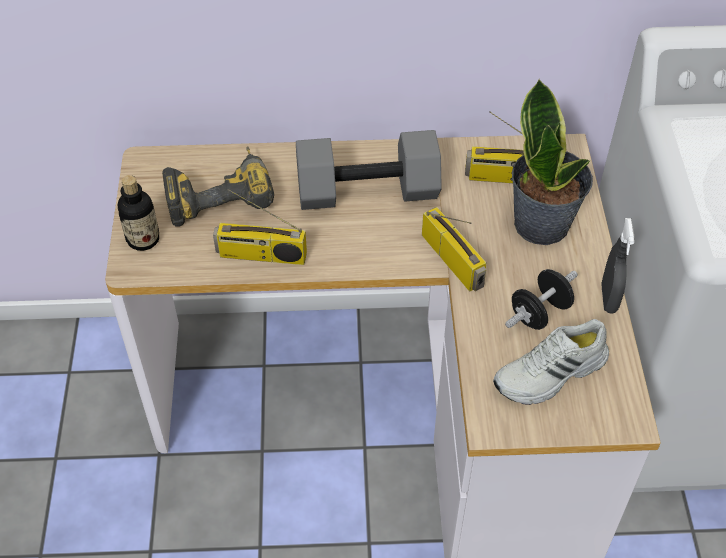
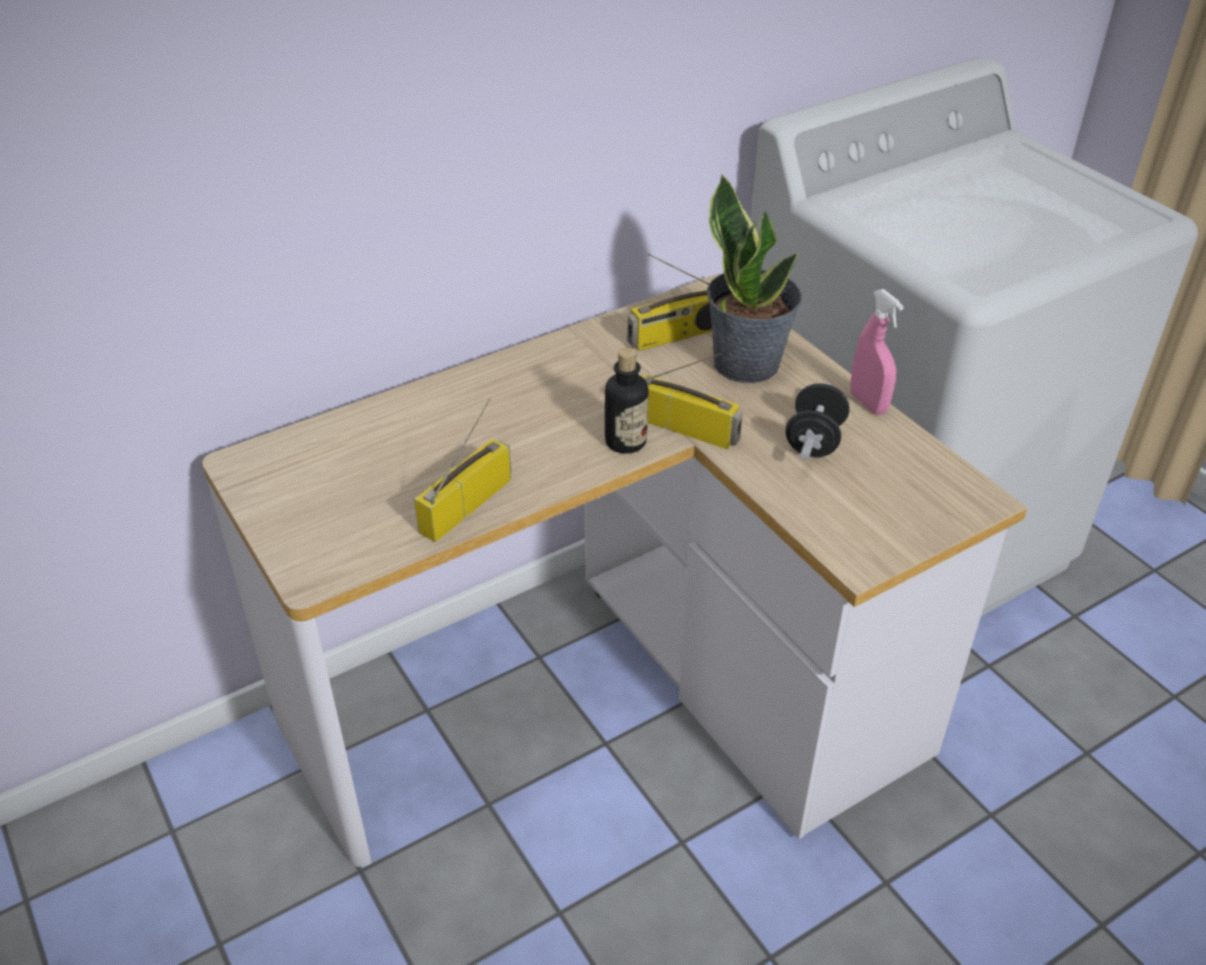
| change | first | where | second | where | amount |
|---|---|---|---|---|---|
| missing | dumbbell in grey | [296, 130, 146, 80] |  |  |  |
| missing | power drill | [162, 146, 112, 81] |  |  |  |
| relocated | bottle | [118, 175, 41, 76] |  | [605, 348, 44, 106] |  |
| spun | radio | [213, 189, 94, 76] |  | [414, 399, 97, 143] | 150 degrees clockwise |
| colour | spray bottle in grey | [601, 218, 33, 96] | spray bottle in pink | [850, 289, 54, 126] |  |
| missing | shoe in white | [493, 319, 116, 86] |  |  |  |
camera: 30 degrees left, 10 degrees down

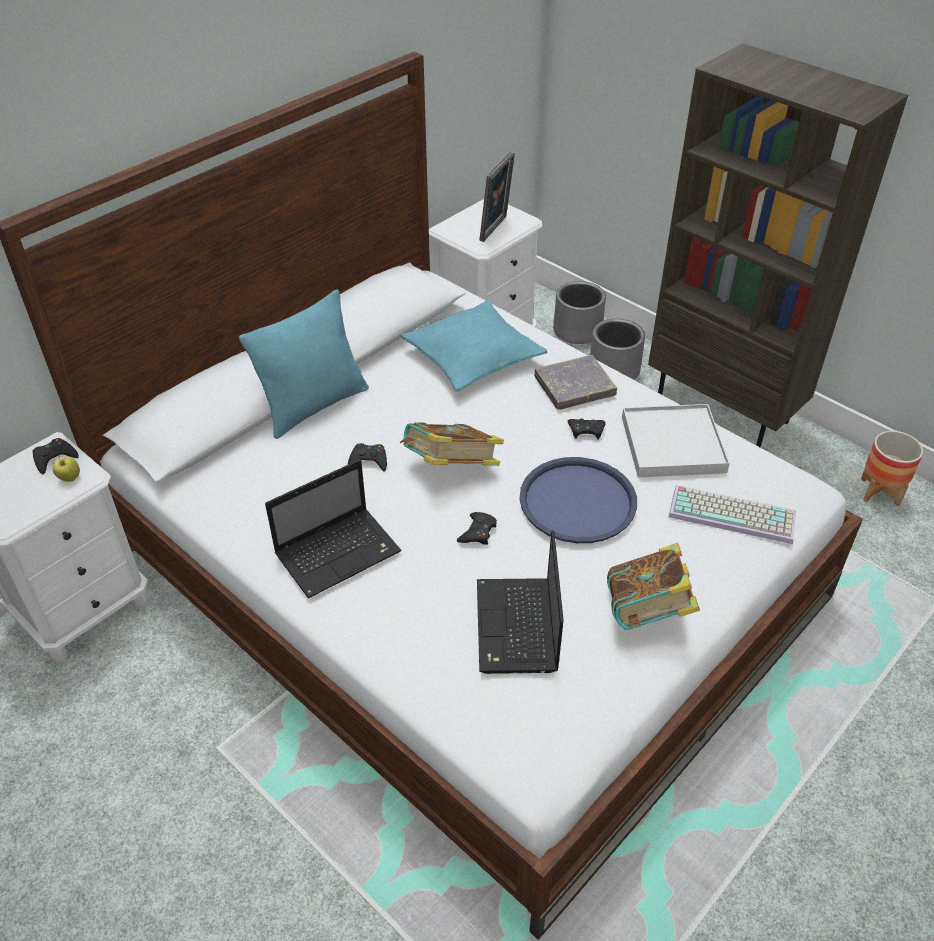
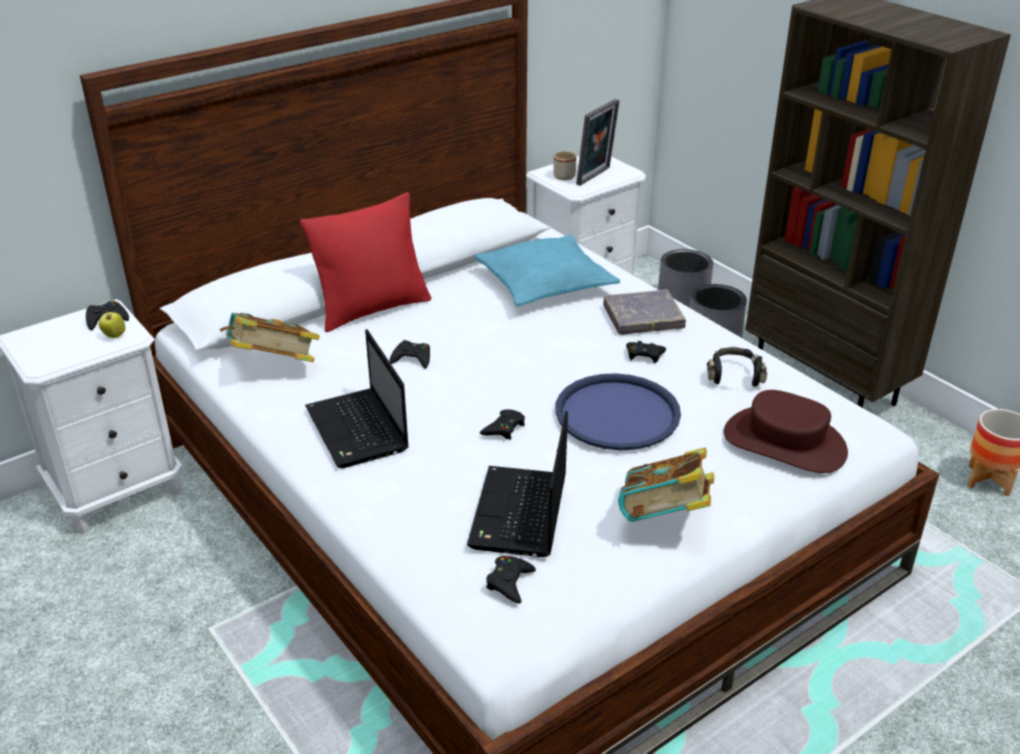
| change | first | where | second | where | amount |
|---|---|---|---|---|---|
| colour | pillow in turquoise | [239, 290, 130, 149] | pillow in red | [300, 192, 131, 140] |  |
| exchanged | tray in white | [622, 404, 108, 73] | headphones in black | [707, 347, 60, 40] |  |
| relocated | book | [400, 422, 104, 44] |  | [220, 313, 100, 49] |  |
| spun | laptop | [265, 460, 137, 138] |  | [305, 329, 104, 139] | 90 degrees clockwise |
| exchanged | keyboard | [669, 485, 127, 59] | hat in brown | [724, 390, 124, 83] |  |
| appeared |  |  | mug in beige | [553, 151, 23, 29] |  |
| appeared |  |  | game controller in black | [486, 556, 50, 48] |  |
camera: 10 degrees right, 10 degrees down

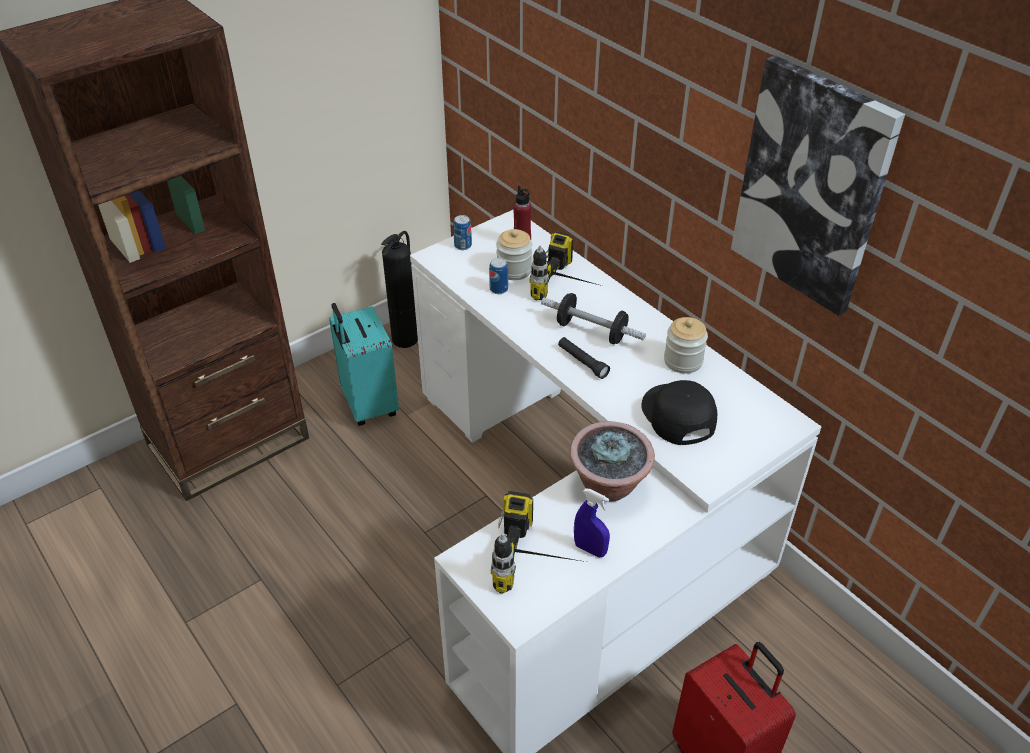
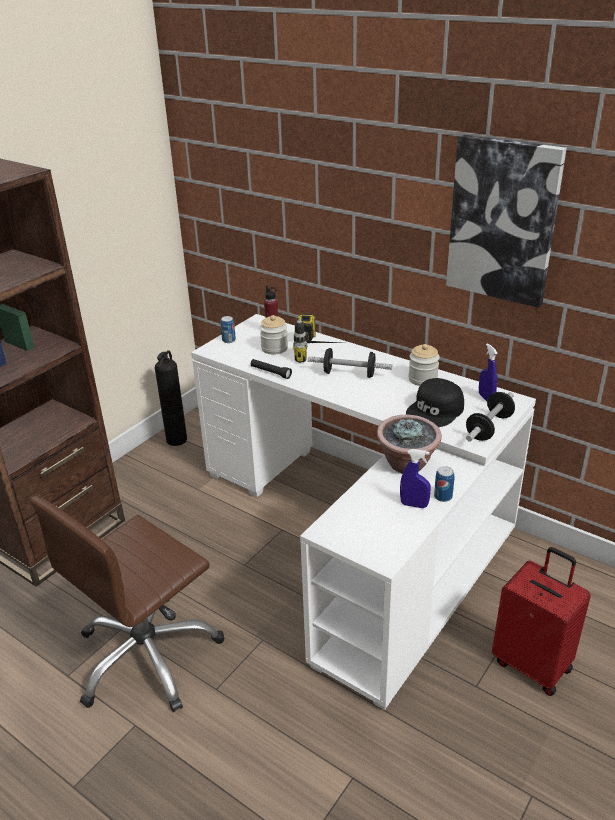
| change | first | where | second | where | amount |
|---|---|---|---|---|---|
| relocated | can | [489, 258, 19, 36] |  | [434, 466, 20, 36] |  |
| missing | suitcase in turquoise | [329, 303, 70, 123] |  |  |  |
| relocated | flashlight in black | [558, 337, 52, 42] |  | [251, 359, 41, 20] |  |
| spun | cap in black | [641, 380, 76, 65] |  | [406, 378, 58, 49] | 105 degrees counterclockwise |
| missing | power drill | [491, 491, 95, 103] |  |  |  |
| appeared |  |  | spray bottle in blue | [479, 343, 19, 58] |  |
| appeared |  |  | dumbbell | [466, 392, 49, 50] |  |
| appeared |  |  | office chair in brown | [30, 496, 194, 216] |  |
camera: 15 degrees left, 10 degrees down

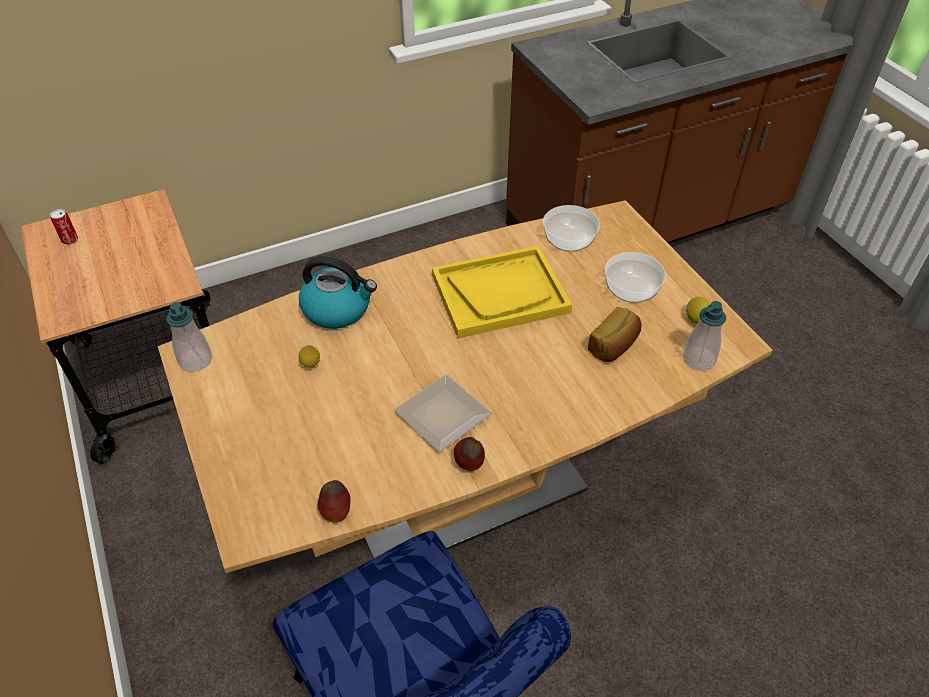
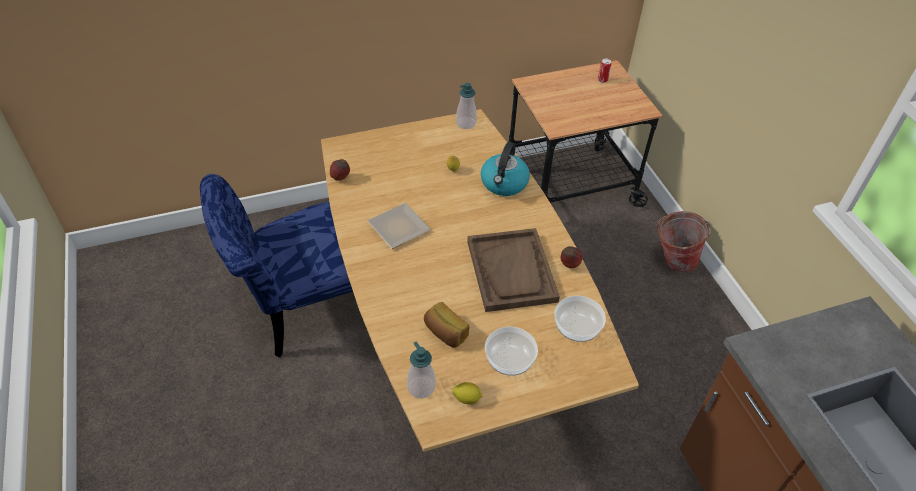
| change | first | where | second | where | amount |
|---|---|---|---|---|---|
| colour | tray in yellow | [432, 246, 140, 92] | tray in brown | [467, 228, 93, 84] |  |
| relocated | apple | [454, 437, 31, 34] |  | [560, 246, 23, 22] |  |
| appeared |  |  | bucket | [657, 211, 54, 62] |  |
camera: 95 degrees right, 0 degrees up

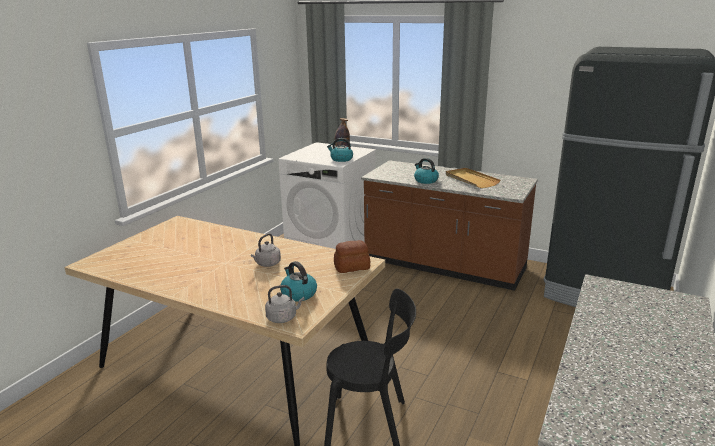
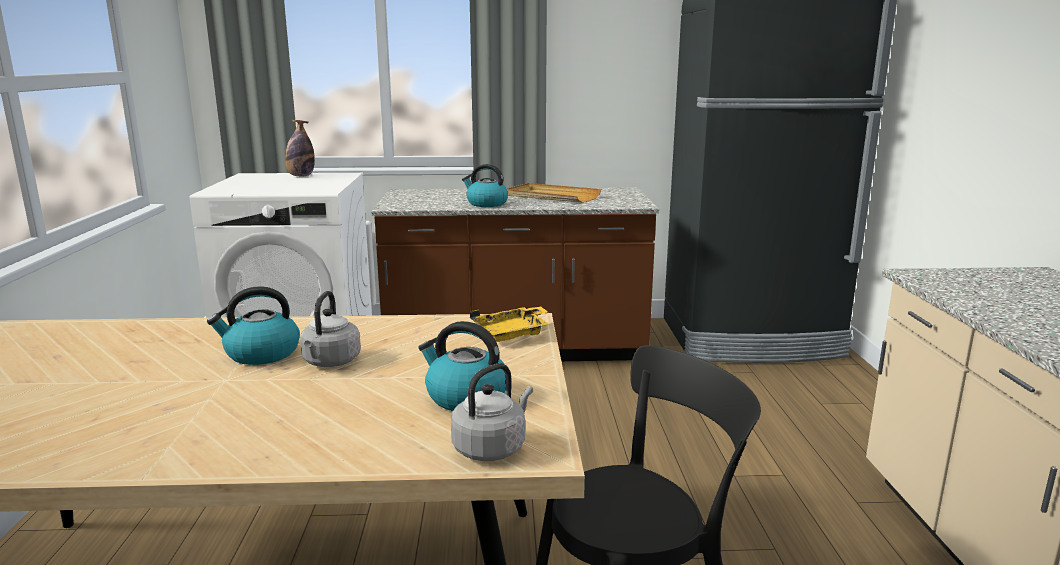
| change | first | where | second | where | amount |
|---|---|---|---|---|---|
| relocated | kettle | [327, 138, 26, 24] |  | [207, 286, 93, 79] |  |
| exchanged | bread | [334, 240, 36, 33] | tray in yellow | [470, 306, 79, 36] |  |
camera: 30 degrees left, 5 degrees down

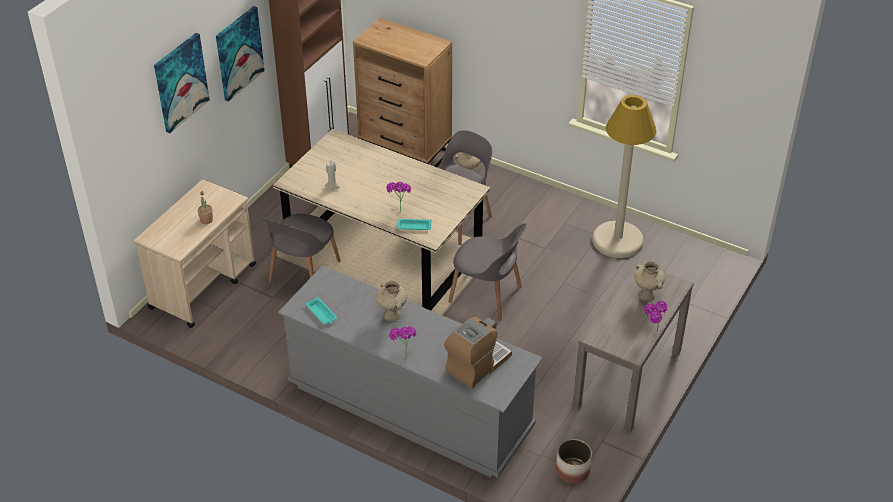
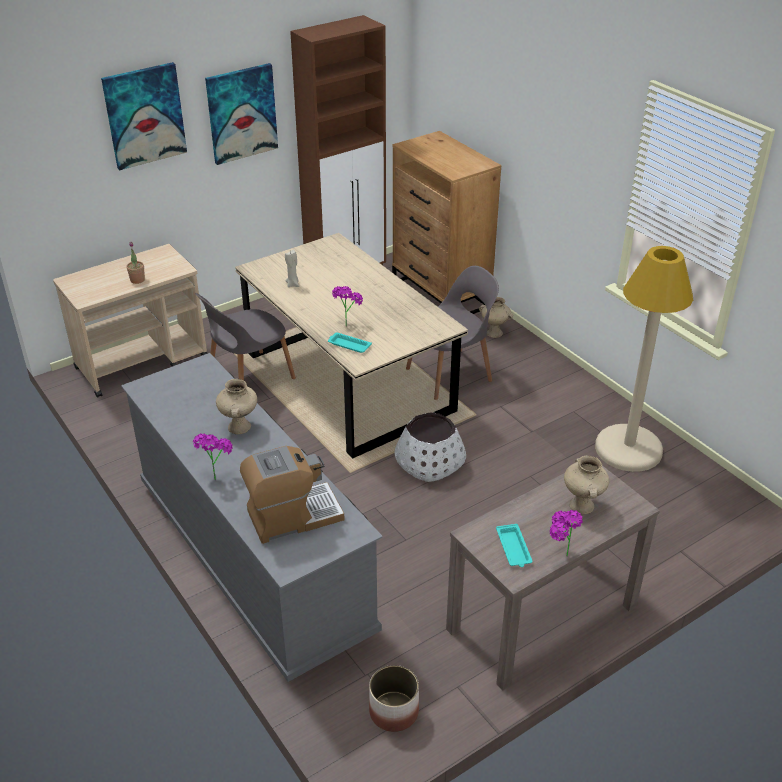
| change | first | where | second | where | amount |
|---|---|---|---|---|---|
| exchanged | chair in grey | [448, 223, 79, 98] | planter in white | [394, 412, 72, 70] |  |
| relocated | tray in turquoise | [306, 297, 31, 27] |  | [496, 524, 36, 43] |  |
camera: 25 degrees right, 5 degrees down

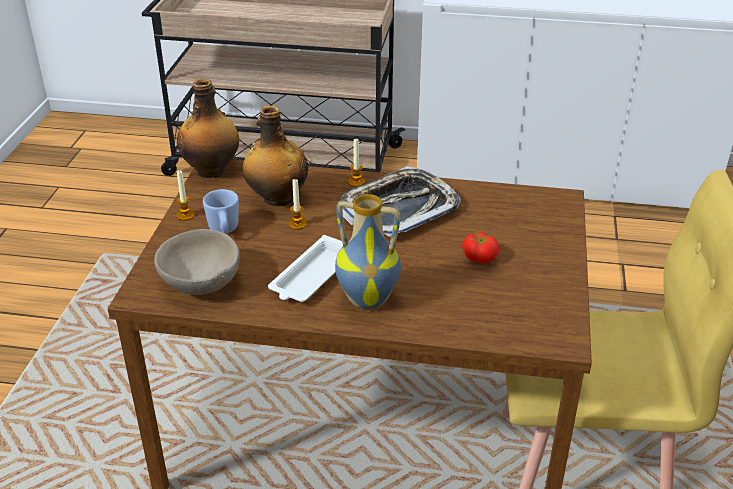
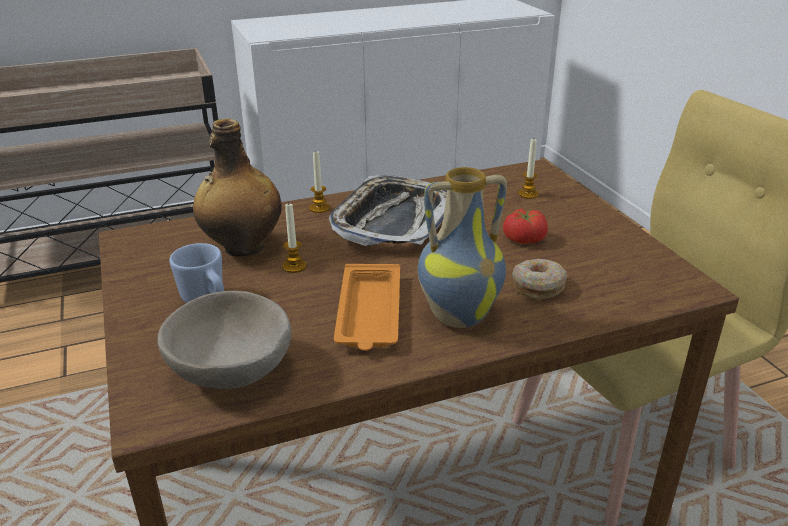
| change | first | where | second | where | amount |
|---|---|---|---|---|---|
| missing | bottle | [177, 79, 63, 99] |  |  |  |
| relocated | candle | [176, 170, 19, 51] |  | [518, 139, 21, 60] |  |
| colour | tray in white | [268, 235, 75, 67] | tray in orange | [334, 264, 66, 87] |  |
| appeared |  |  | donut | [512, 259, 55, 41] |  |
camera: 30 degrees left, 5 degrees down

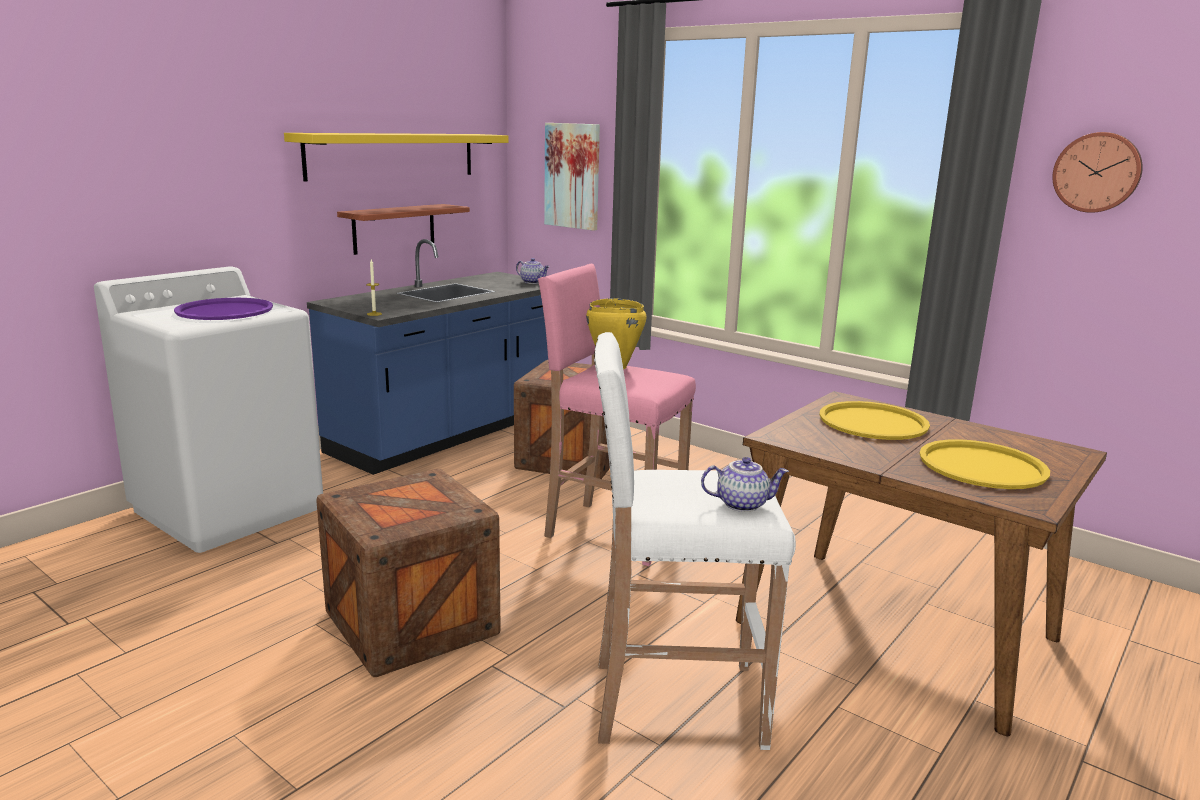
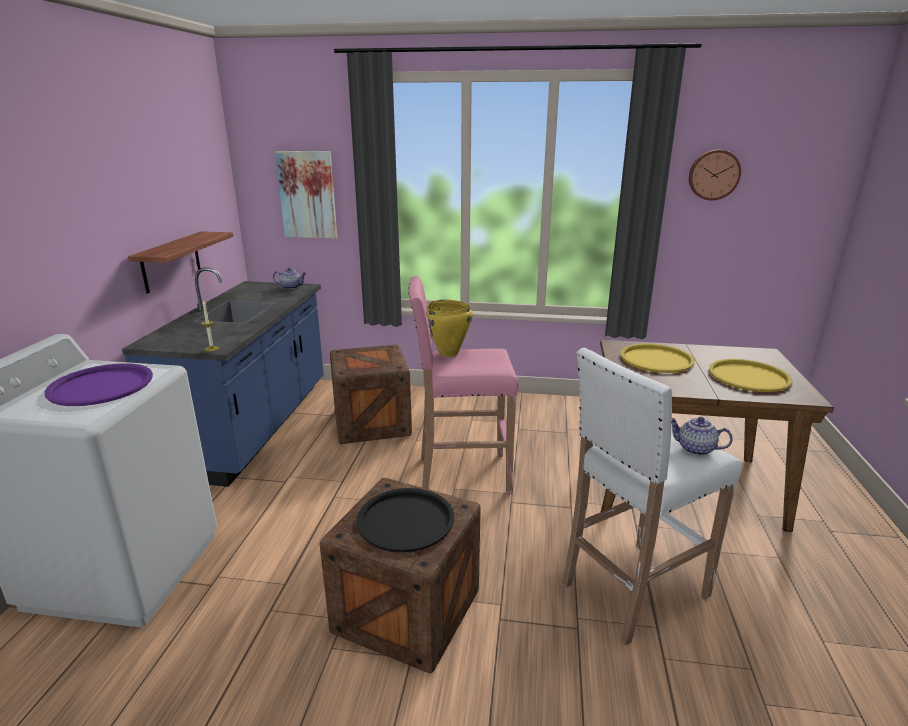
| change | first | where | second | where | amount |
|---|---|---|---|---|---|
| missing | shelf in yellow | [284, 133, 224, 49] |  |  |  |
| spun | teapot | [701, 457, 88, 55] |  | [672, 417, 61, 39] | 120 degrees counterclockwise |
| appeared |  |  | tray in black | [357, 488, 97, 64] |  |
camera: 30 degrees left, 5 degrees up

